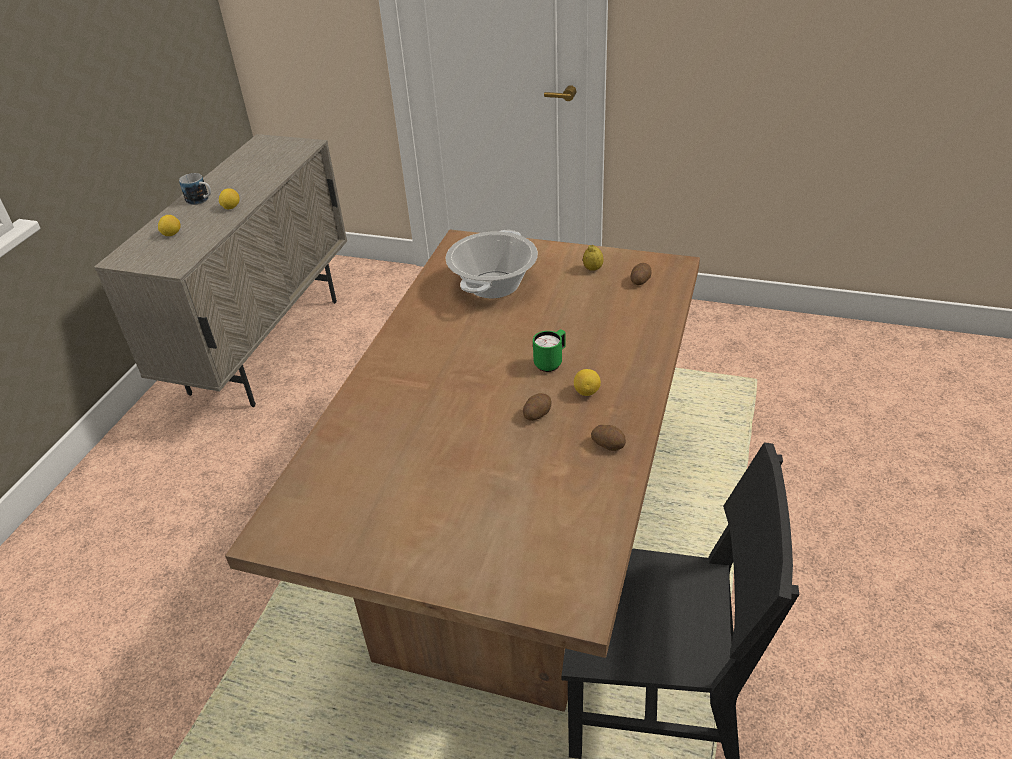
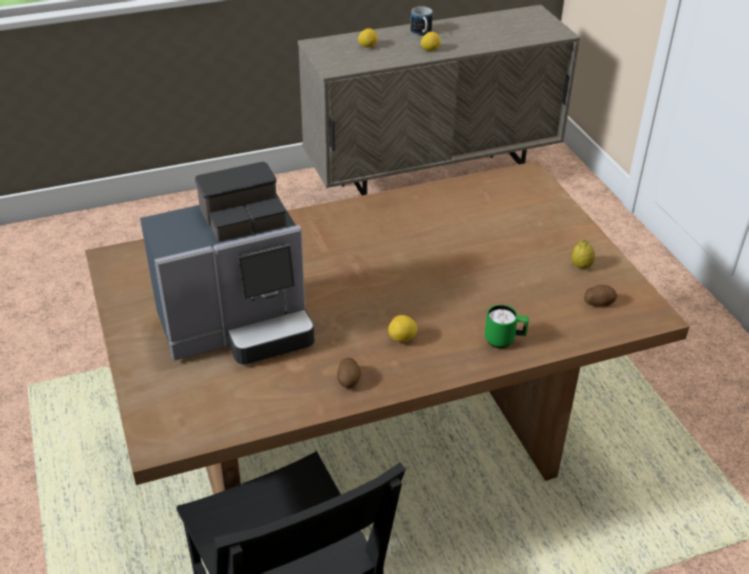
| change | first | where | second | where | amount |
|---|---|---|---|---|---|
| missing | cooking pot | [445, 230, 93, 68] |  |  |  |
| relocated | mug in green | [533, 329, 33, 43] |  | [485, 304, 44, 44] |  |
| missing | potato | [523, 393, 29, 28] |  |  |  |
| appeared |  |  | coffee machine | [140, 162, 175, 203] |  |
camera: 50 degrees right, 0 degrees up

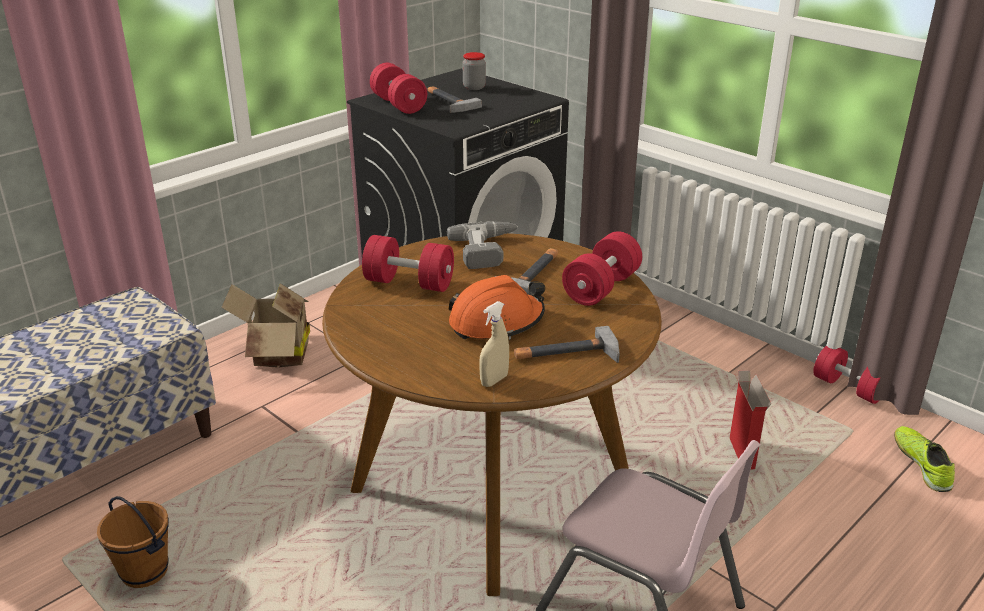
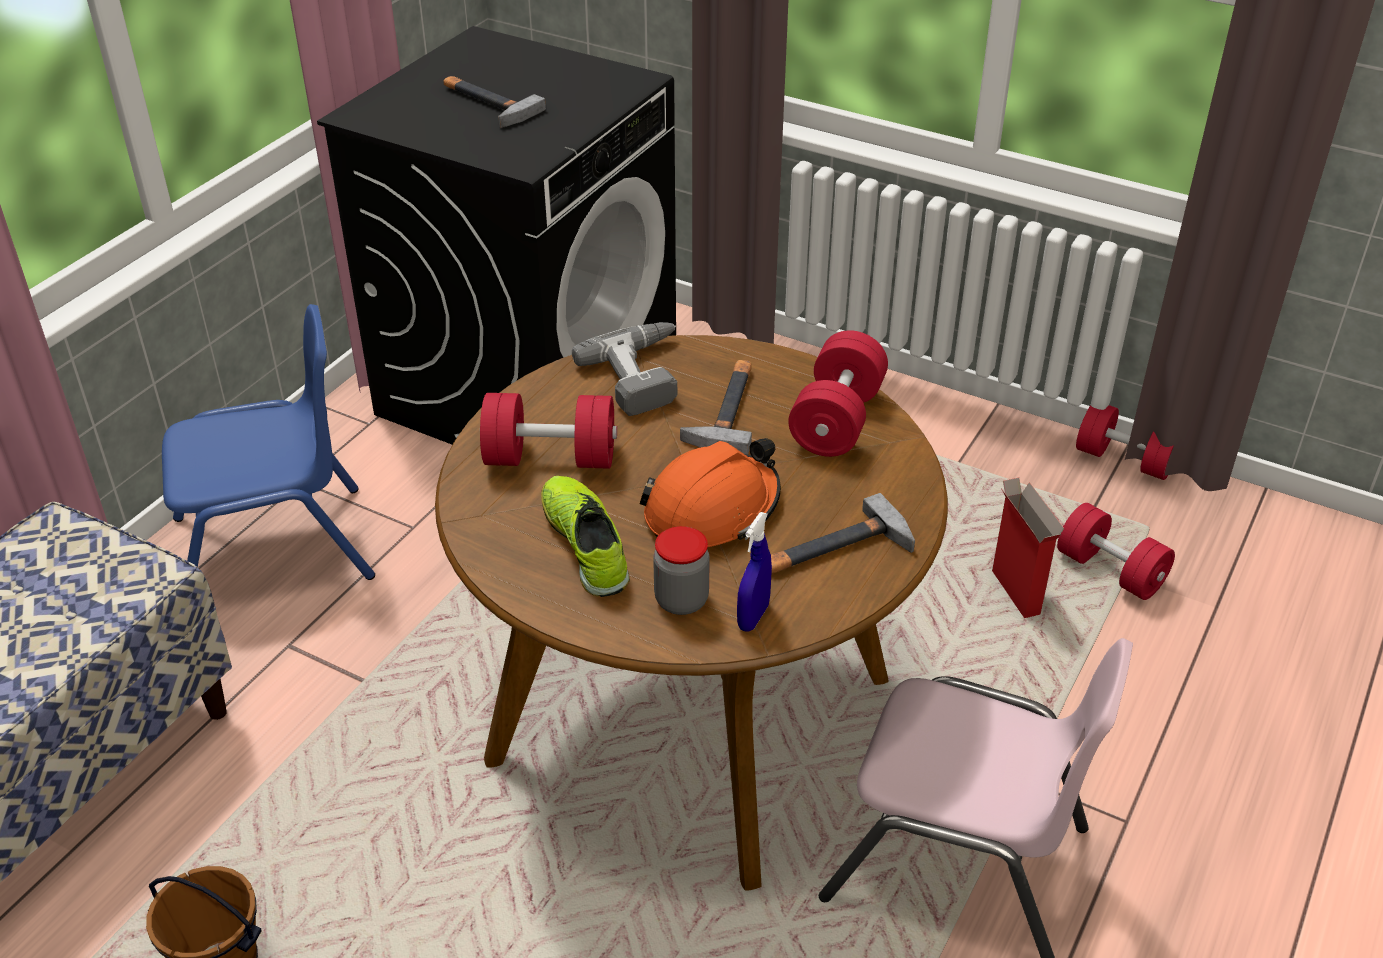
| change | first | where | second | where | amount |
|---|---|---|---|---|---|
| relocated | jar | [462, 52, 24, 38] |  | [653, 526, 57, 89] |  |
| relocated | dumbbell in red | [370, 63, 57, 51] |  | [1057, 503, 118, 97] |  |
| exchanged | cardboard box | [221, 283, 89, 84] | chair in blue | [162, 304, 213, 276] |  |
| colour | spray bottle in beige | [479, 301, 30, 86] | spray bottle in blue | [737, 512, 35, 120] |  |
| relocated | shoe | [894, 426, 61, 66] |  | [541, 476, 88, 121] |  |
camera: 15 degrees left, 10 degrees up

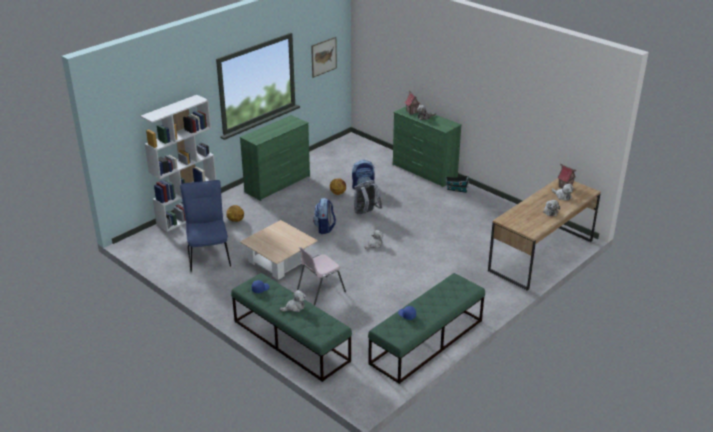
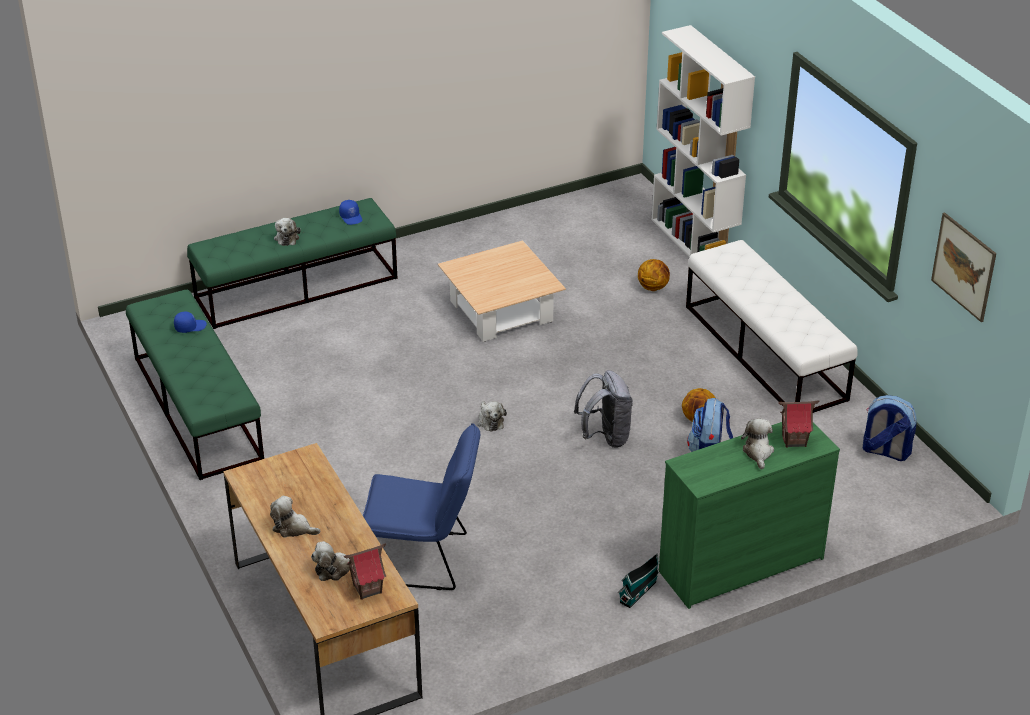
| change | first | where | second | where | amount |
|---|---|---|---|---|---|
| exchanged | dresser in green | [240, 115, 70, 86] | bench in white | [686, 240, 172, 173] |  |
| relocated | chair in blue | [180, 180, 51, 92] |  | [363, 423, 117, 167] |  |
| relocated | backpack | [313, 198, 23, 36] |  | [863, 395, 54, 66] |  |
| missing | chair in pink | [297, 247, 49, 58] |  |  |  |
camera: 110 degrees right, 5 degrees up

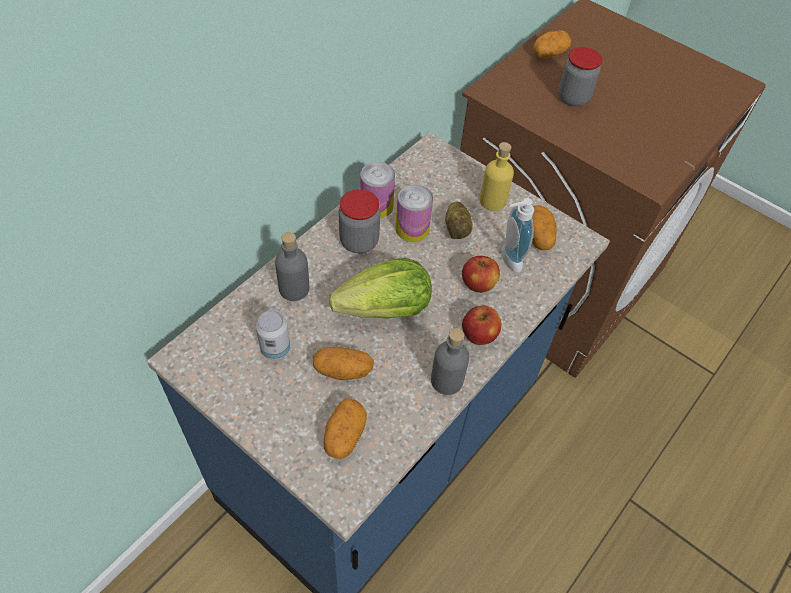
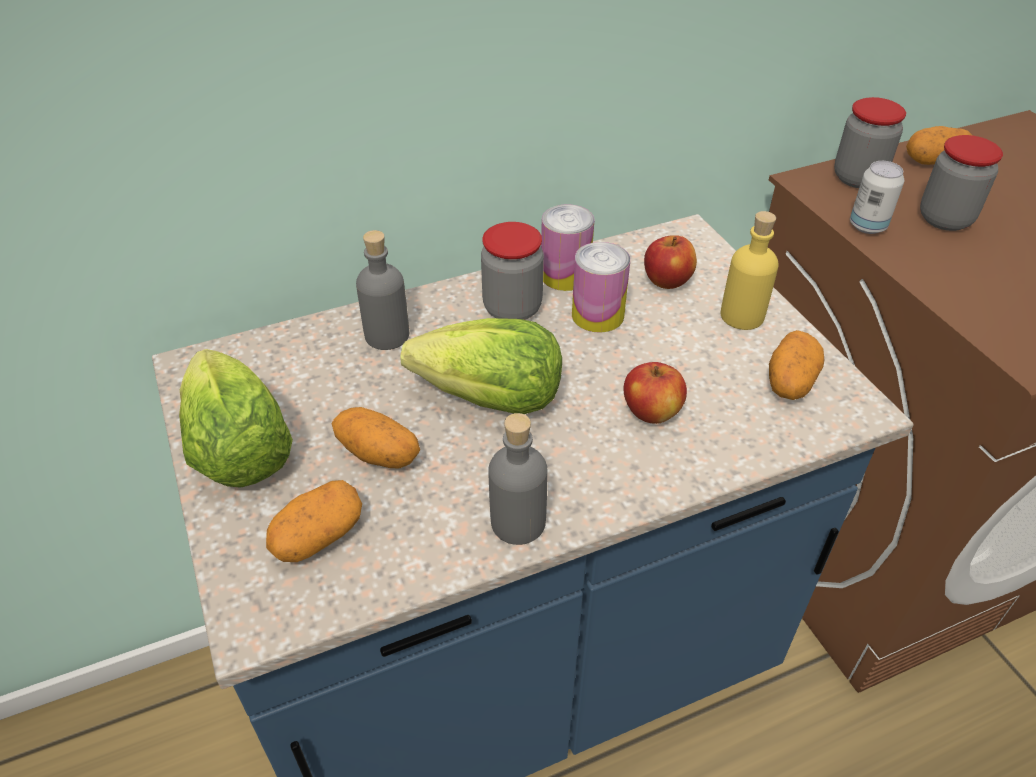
| change | first | where | second | where | amount |
|---|---|---|---|---|---|
| missing | soap dispenser | [502, 198, 32, 75] |  |  |  |
| missing | potato | [445, 202, 28, 37] |  |  |  |
| relocated | apple | [462, 306, 40, 39] |  | [644, 235, 53, 54] |  |
| relocated | can | [256, 310, 34, 50] |  | [850, 161, 54, 73] |  |
| appeared |  |  | jar | [834, 97, 72, 91] |  |
| appeared |  |  | lettuce | [179, 349, 114, 139] |  |
camera: 30 degrees right, 10 degrees down

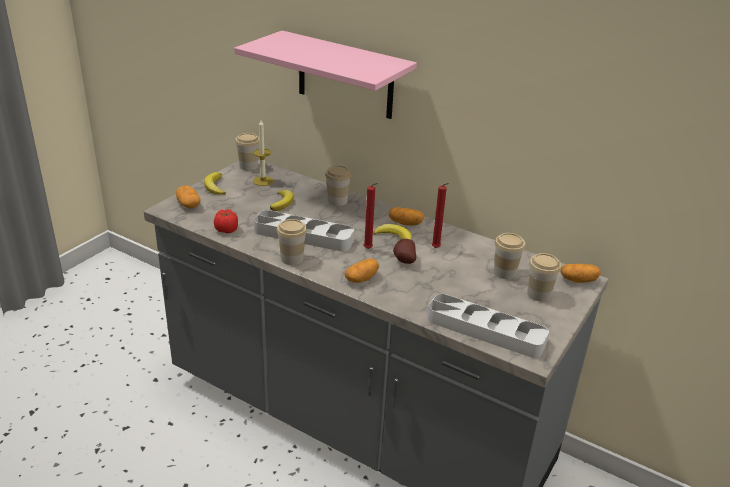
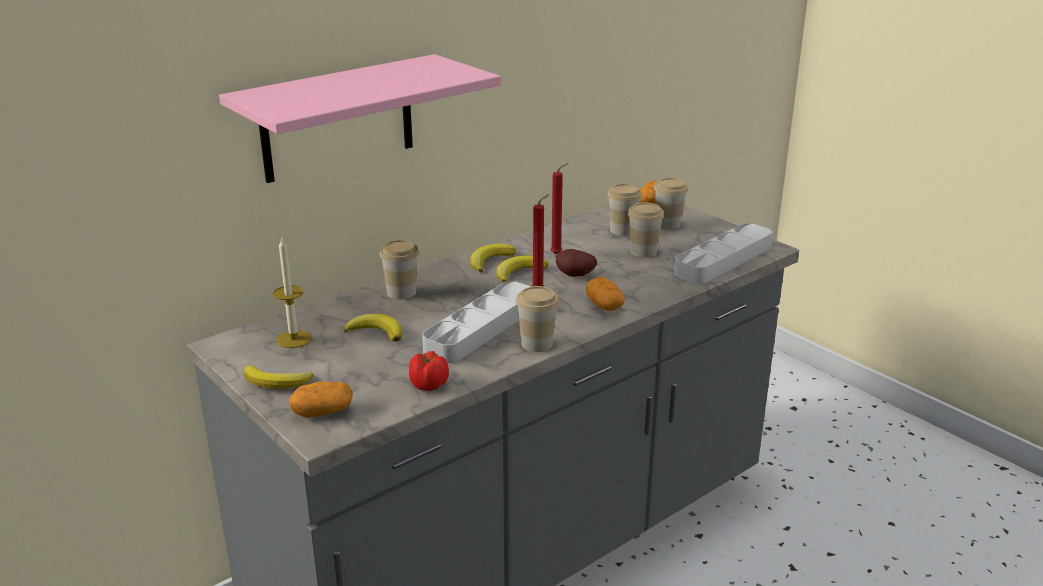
| change | first | where | second | where | amount |
|---|---|---|---|---|---|
| relocated | cup | [235, 133, 25, 38] |  | [628, 203, 36, 54] |  |
| exchanged | potato | [389, 207, 35, 18] | banana | [470, 244, 46, 29] |  |
camera: 70 degrees left, 5 degrees down

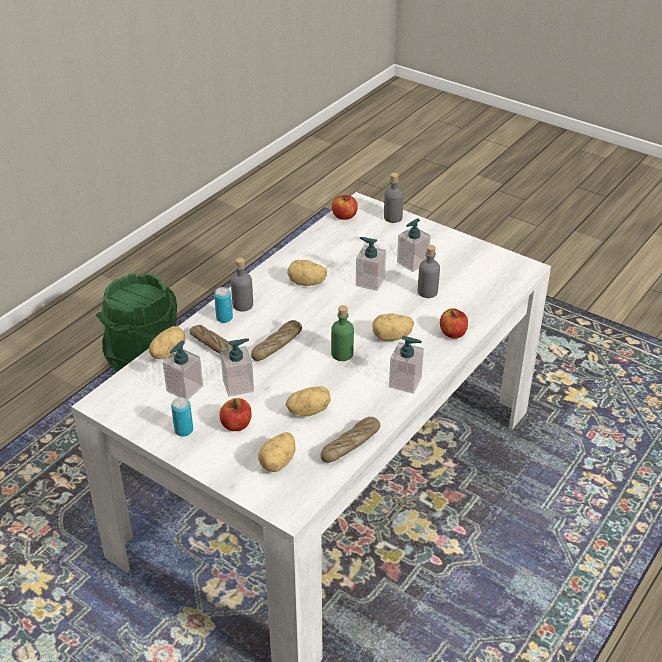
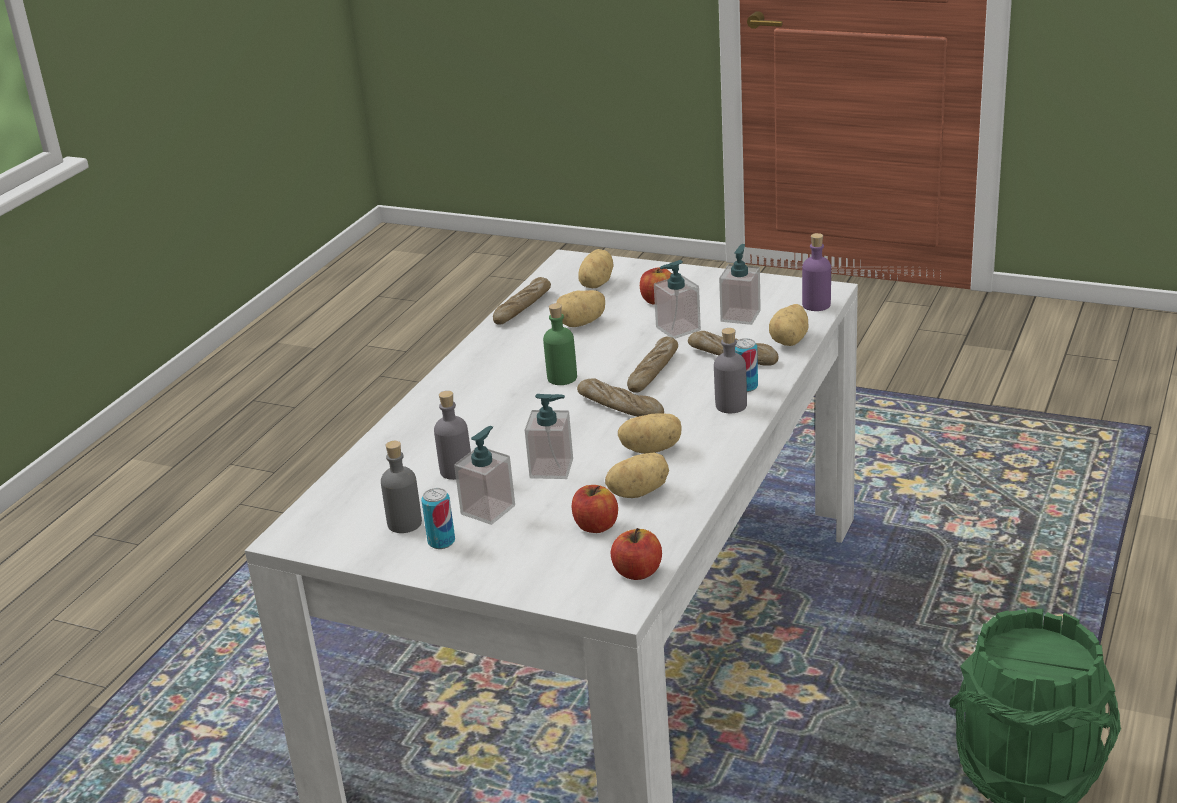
| change | first | where | second | where | amount |
|---|---|---|---|---|---|
| relocated | bottle in grey | [384, 173, 19, 50] |  | [381, 441, 41, 92] |  |
| relocated | apple | [440, 308, 28, 31] |  | [572, 485, 46, 48] |  |
| relocated | potato | [372, 313, 42, 28] |  | [605, 452, 64, 46] |  |
| missing | soap dispenser | [389, 336, 35, 58] |  |  |  |
| relocated | can | [171, 397, 22, 39] |  | [421, 488, 34, 61] |  |
| appeared |  |  | bottle in purple | [802, 233, 29, 78] |  |
| appeared |  |  | bread | [577, 378, 87, 39] |  |
camera: 170 degrees right, 10 degrees down

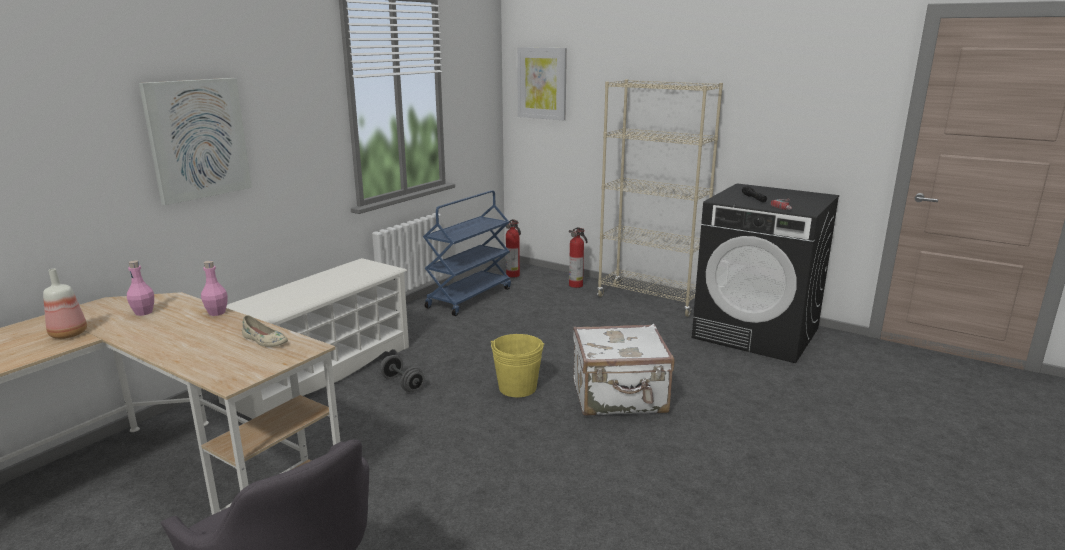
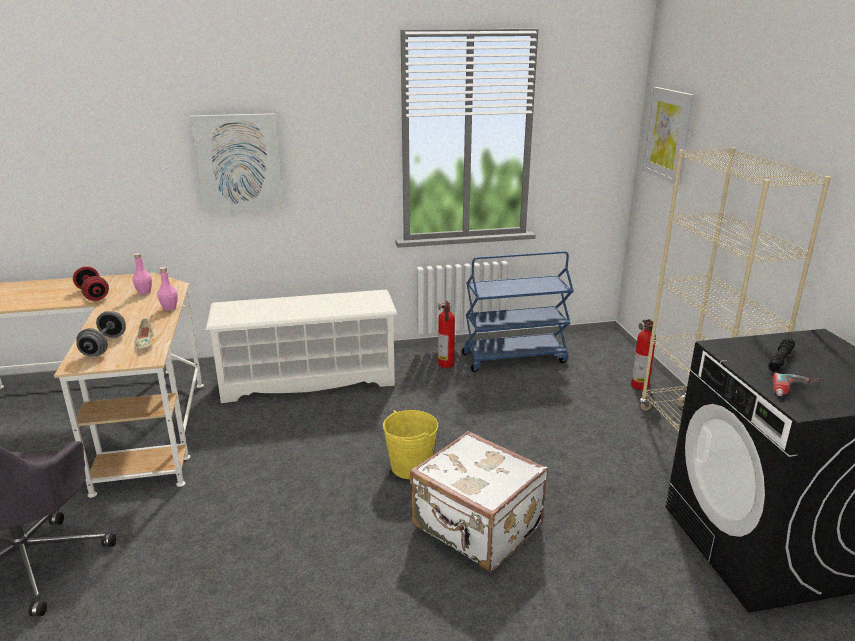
| change | first | where | second | where | amount |
|---|---|---|---|---|---|
| relocated | fire extinguisher | [506, 219, 15, 59] |  | [438, 300, 17, 68] |  |
| exchanged | bottle | [43, 269, 44, 70] | dumbbell in red | [73, 266, 36, 35] |  |
| relocated | dumbbell in grey | [380, 355, 44, 37] |  | [76, 311, 50, 45] |  |
camera: 45 degrees right, 5 degrees up

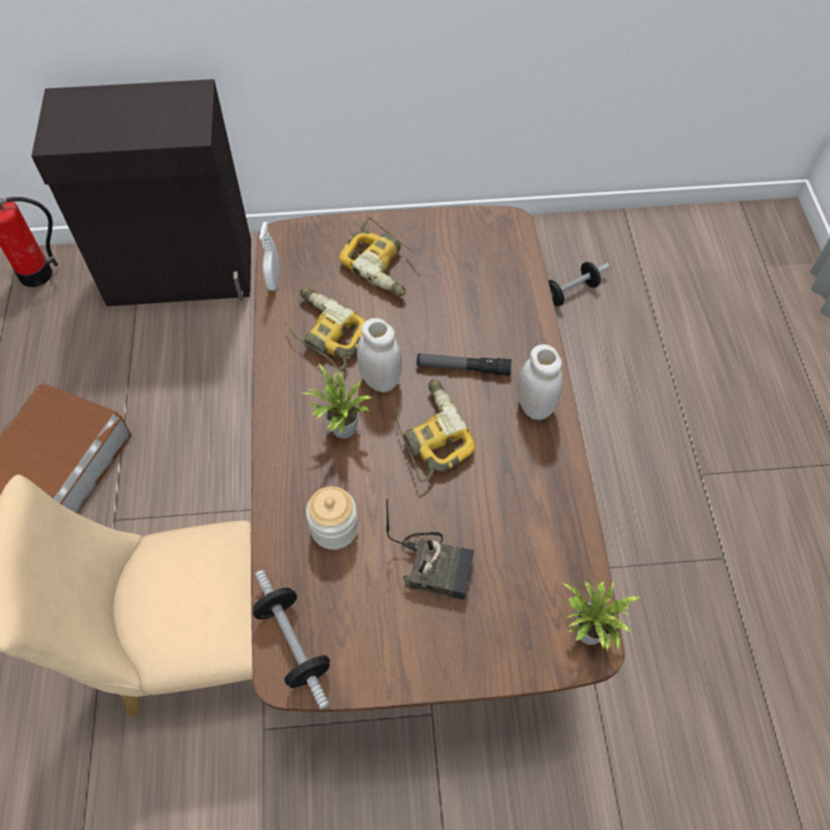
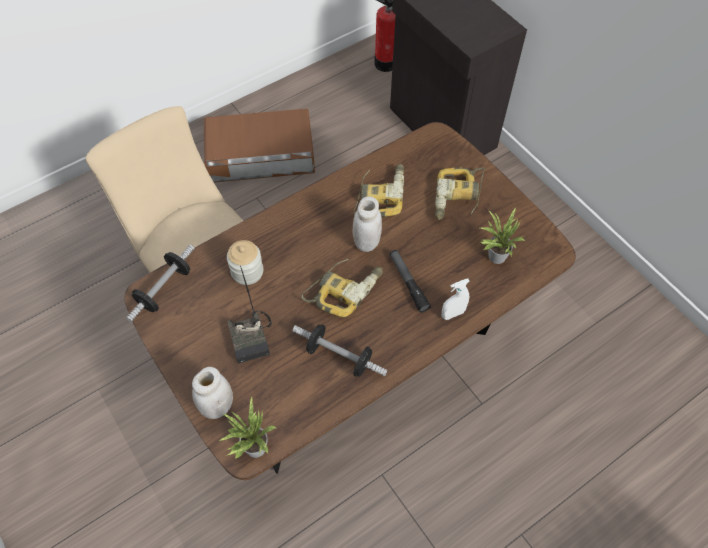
| change | first | where | second | where | amount |
|---|---|---|---|---|---|
| relocated | spray bottle in white | [259, 222, 22, 69] |  | [442, 279, 28, 41] |  |
| relocated | dumbbell | [549, 262, 61, 44] |  | [292, 325, 96, 52] |  |
| relocated | jar in white | [517, 344, 46, 76] |  | [192, 367, 41, 52] |  |
| relocated | potted plant | [300, 363, 72, 75] |  | [480, 207, 45, 57] |  |
camera: 60 degrees right, 0 degrees up

